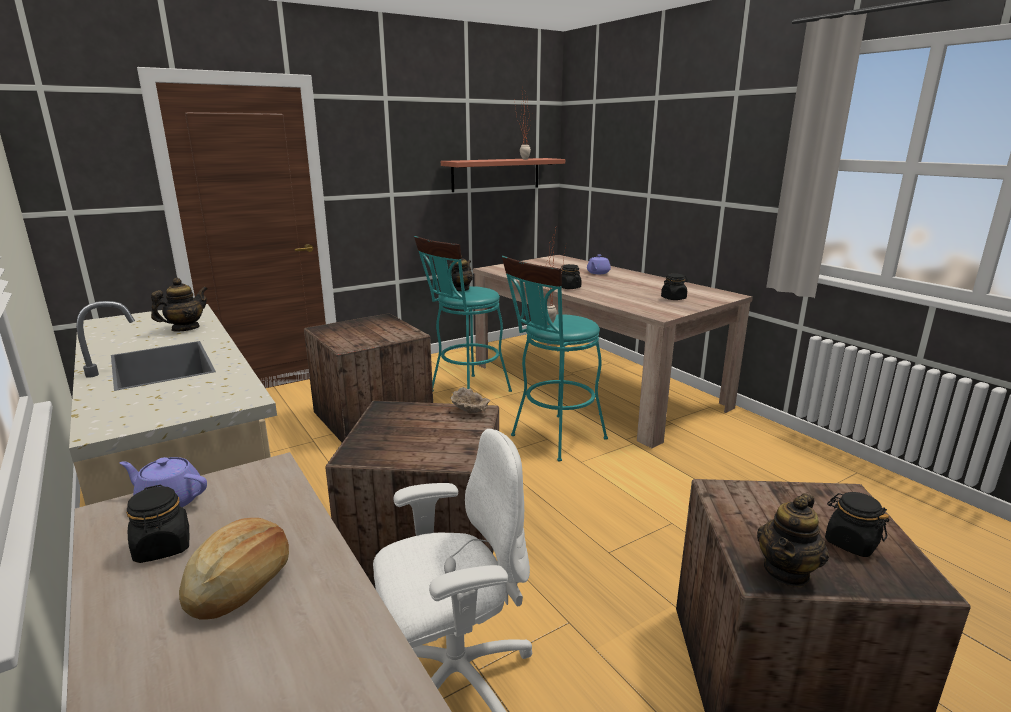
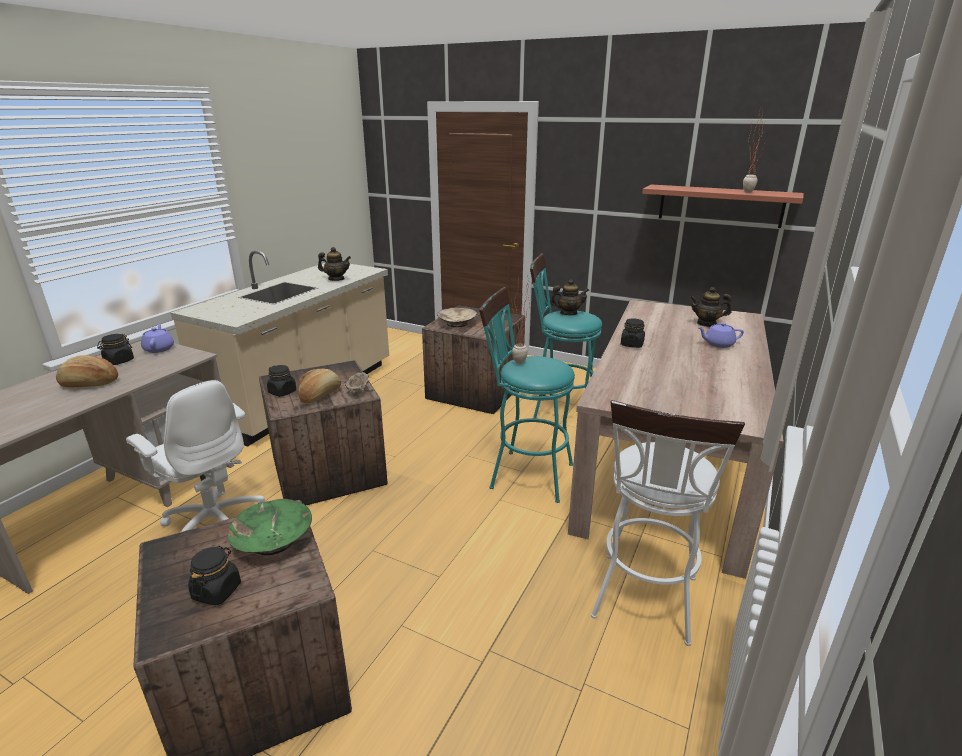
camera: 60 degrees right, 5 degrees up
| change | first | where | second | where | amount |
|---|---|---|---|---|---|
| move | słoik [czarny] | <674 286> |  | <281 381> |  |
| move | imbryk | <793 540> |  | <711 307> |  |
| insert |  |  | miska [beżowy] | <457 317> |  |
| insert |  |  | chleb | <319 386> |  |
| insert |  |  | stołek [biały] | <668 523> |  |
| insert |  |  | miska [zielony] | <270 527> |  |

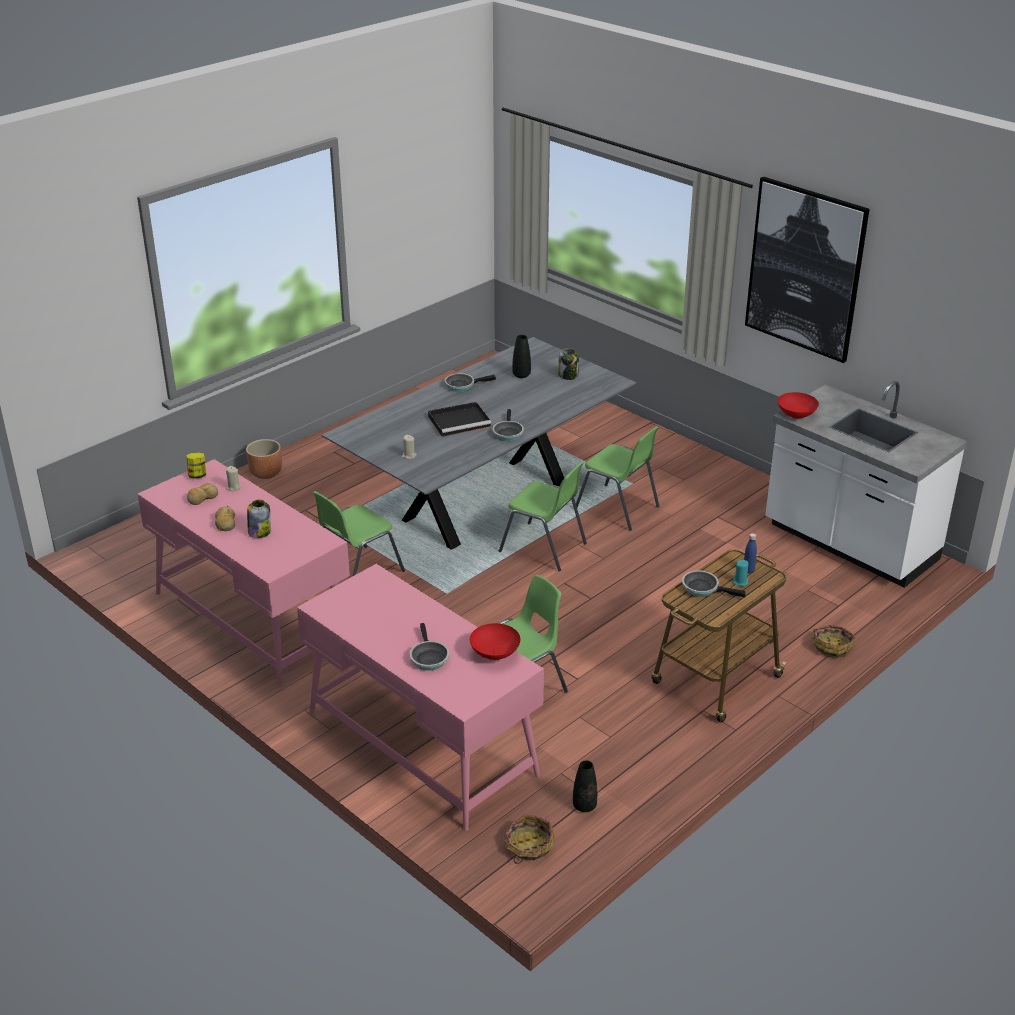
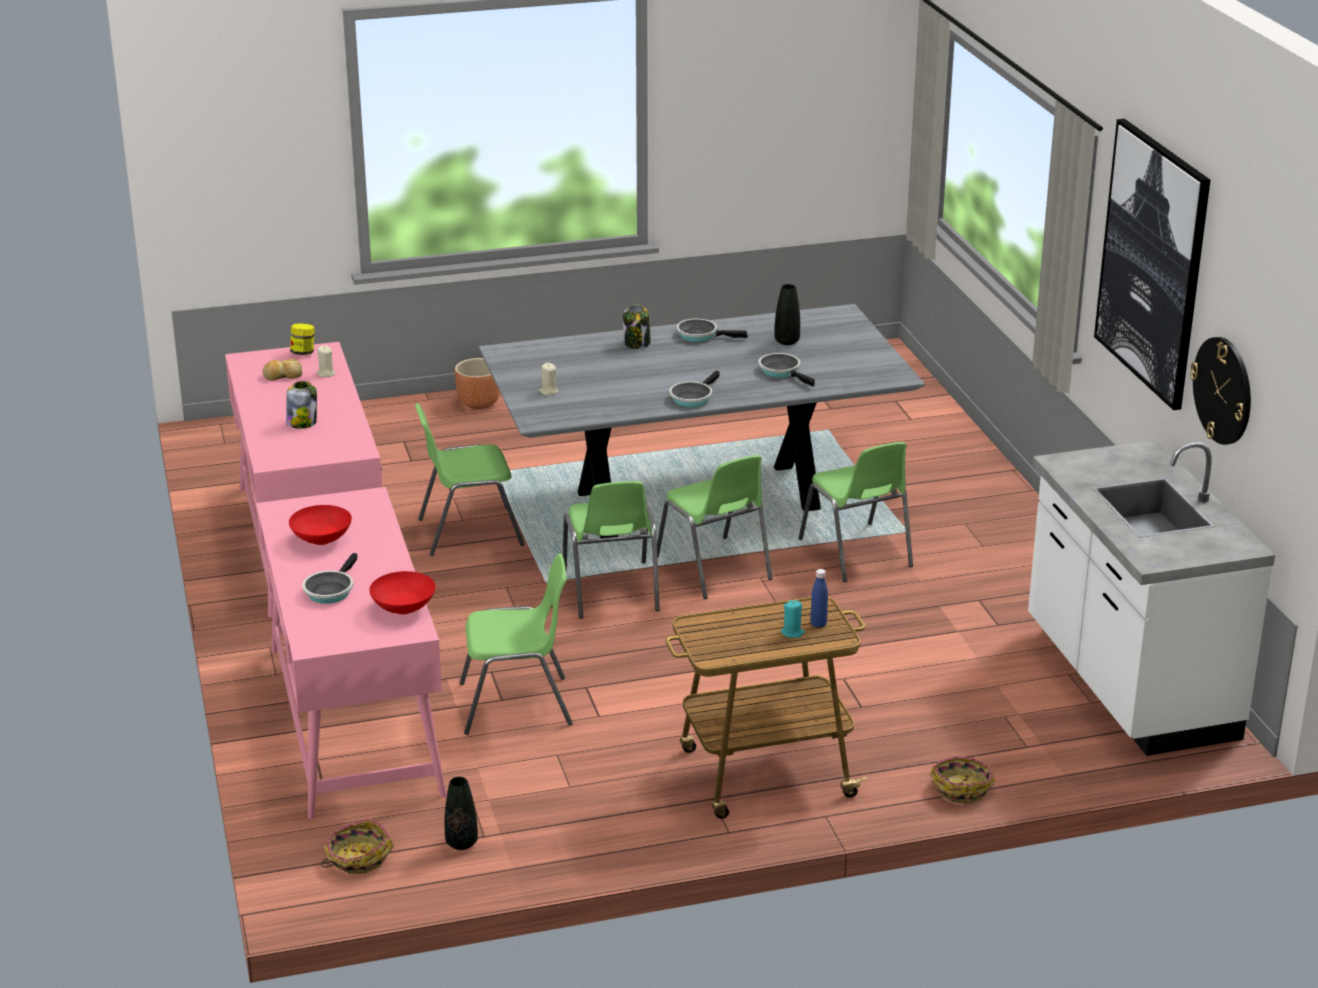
camera: 30 degrees right, 5 degrees down
| change | first | where | second | where | amount |
|---|---|---|---|---|---|
| move | słoik | <568 364> |  | <637 326> |  |
| move | miska [czerwony] | <798 405> |  | <320 525> |  |
| delete | taca [czarny] | <459 419> |  |  |  |
| delete | chleb | <225 518> |  |  |  |
| move | patelnia | <714 583> |  | <786 370> |  |
| insert |  |  | zegar ścienny | <1220 391> |  |
| insert |  |  | krzesło [zielony] | <611 550> |  |

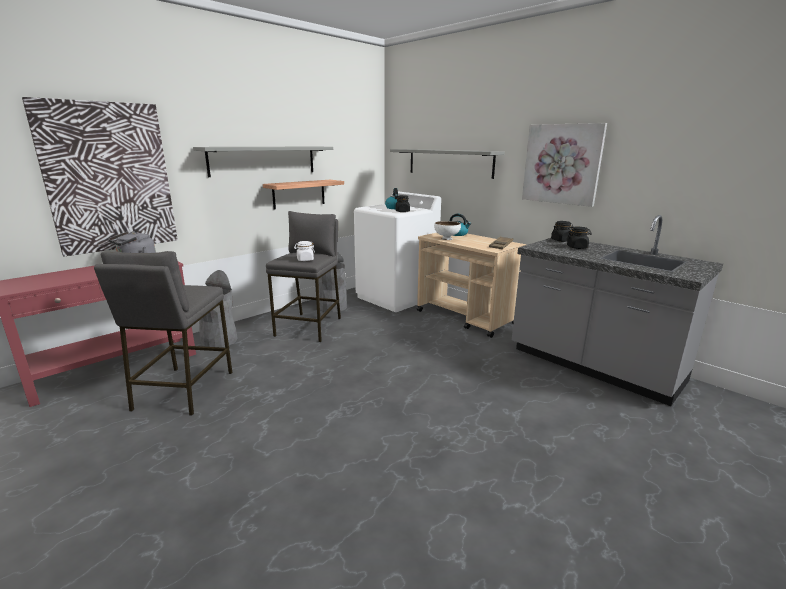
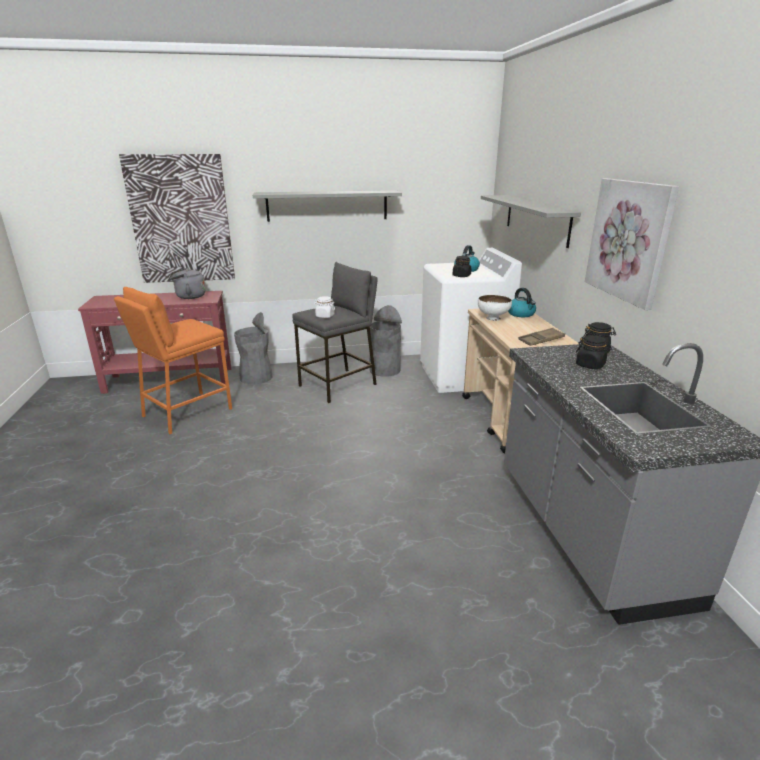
camera: 35 degrees right, 5 degrees up
| change | first | where | second | where | amount |
|---|---|---|---|---|---|
| delete | półka | <303 194> |  |  |  |
| recolor | stołek [szary] | <163 333> | stołek [pomarańczowy] | <173 360> |  |

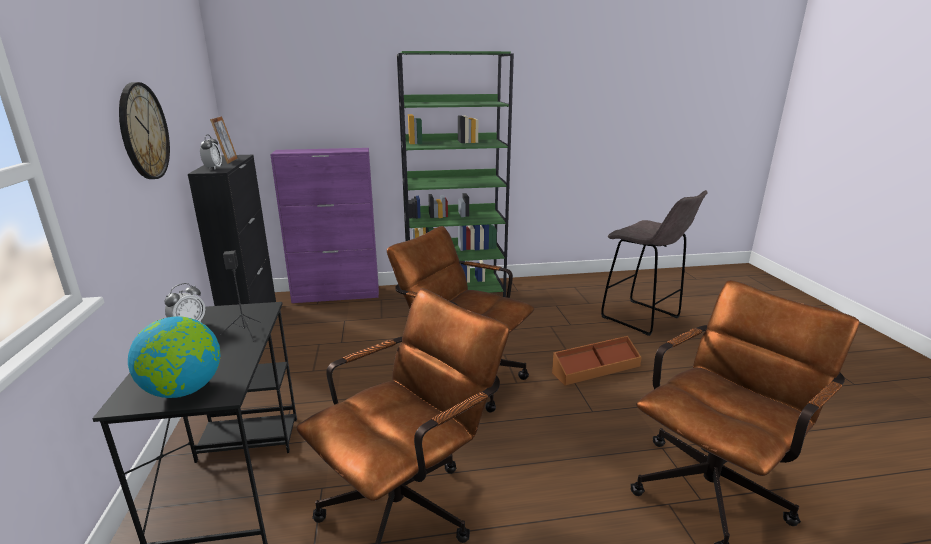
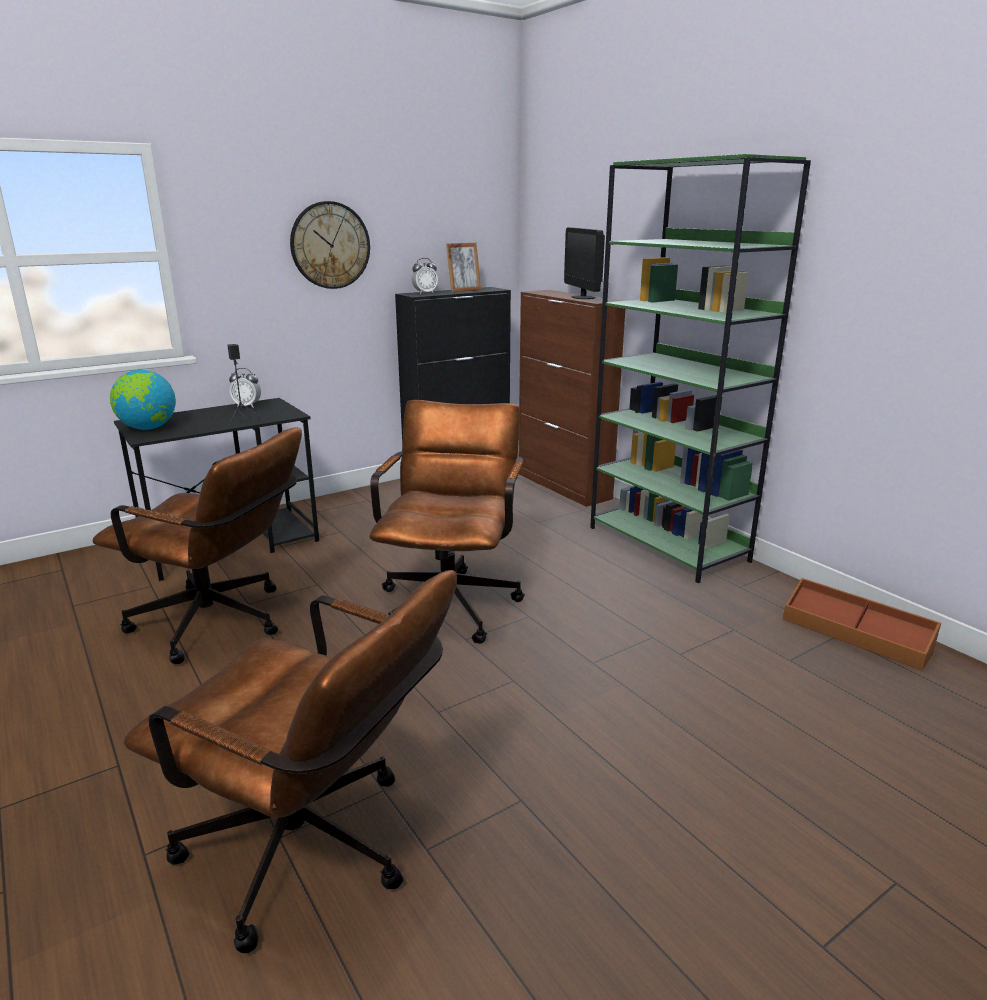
camera: 65 degrees right, 0 degrees up
| change | first | where | second | where | amount |
|---|---|---|---|---|---|
| recolor | szafka [fioletowy] | <324 225> | szafka [brązowy] | <572 398> |  |
| delete | stołek [szary] | <654 263> |  |  |  |
| move | pojemnik do przechowywania [brązowy] | <597 361> |  | <862 624> |  |
| insert |  |  | monitor | <584 263> |  |

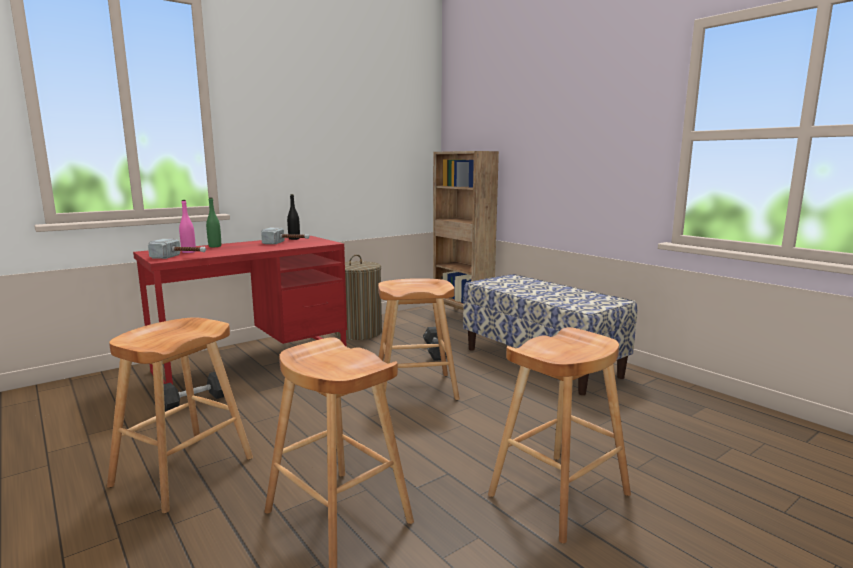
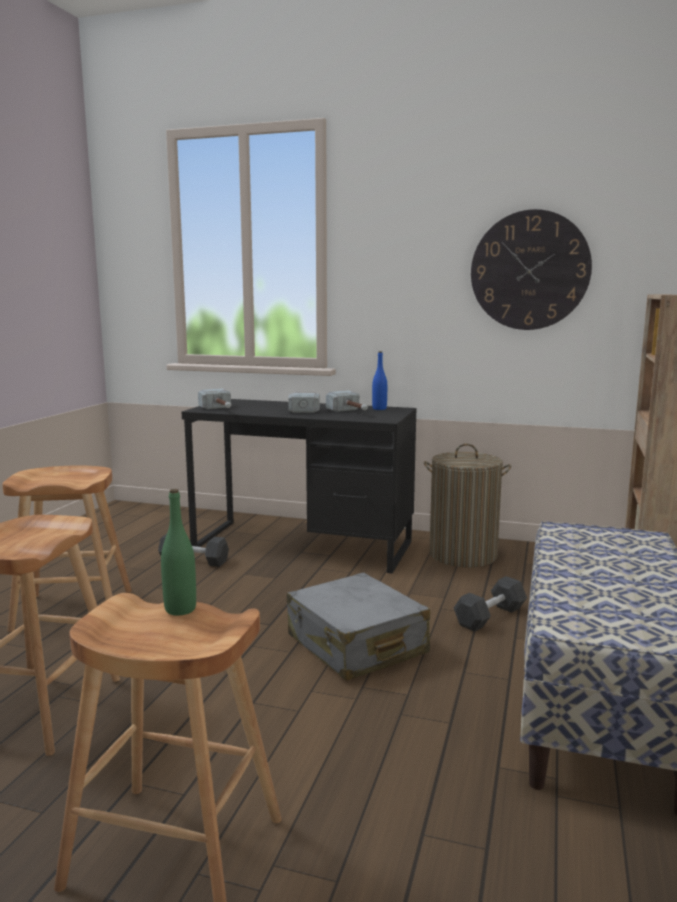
camera: 55 degrees right, 0 degrees up
| change | first | where | second | where | amount |
|---|---|---|---|---|---|
| recolor | butelka [czarny] | <293 217> | butelka [niebieski] | <379 380> |  |
| move | butelka [zielony] | <213 222> |  | <178 552> |  |
| delete | butelka [różowy] | <187 226> |  |  |  |
| recolor | biurko [czerwony] | <240 310> | biurko [czarny] | <299 486> |  |
| replace | stołek [brązowy] | <419 339> | walizka [szary] | <358 626> |  |
| insert |  |  | zegar ścienny | <531 269> |  |
| insert |  |  | młotek | <304 402> |  |

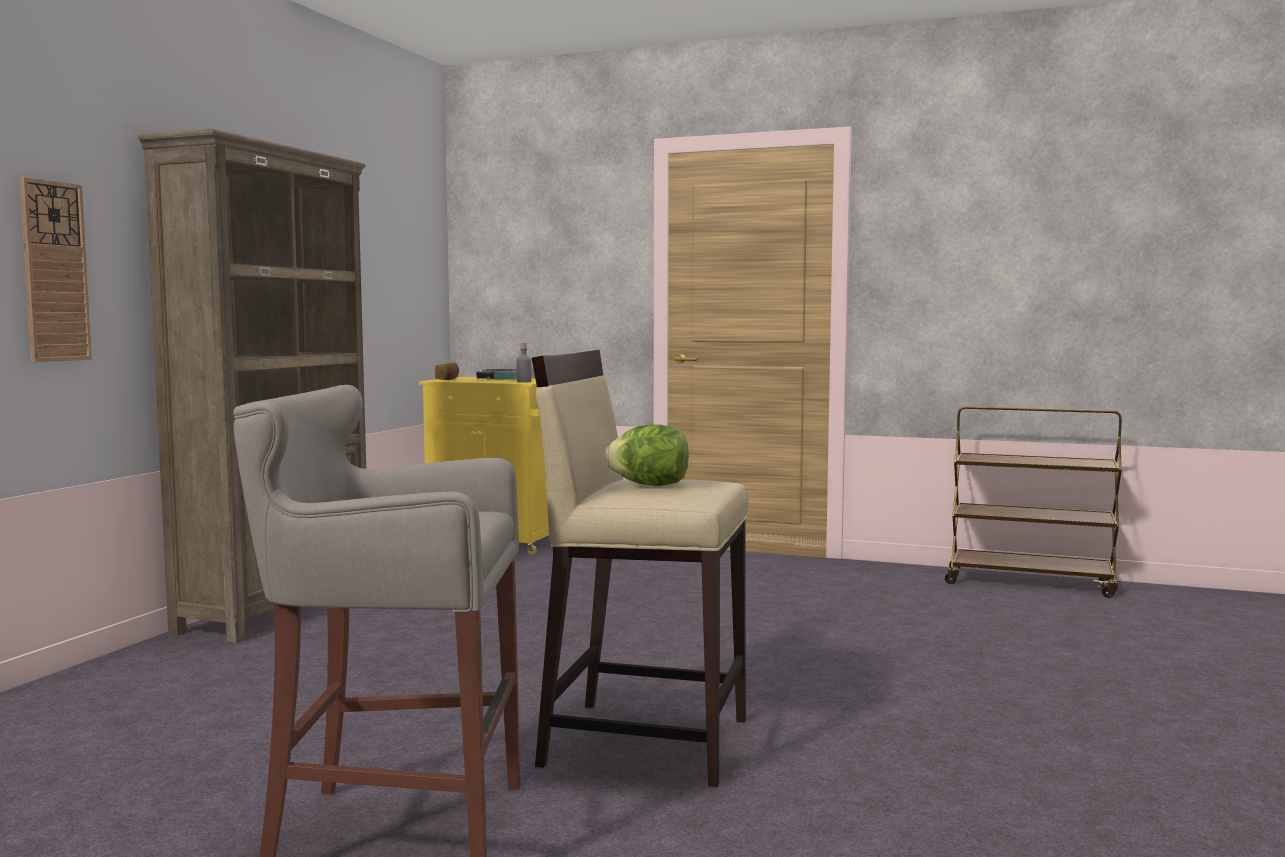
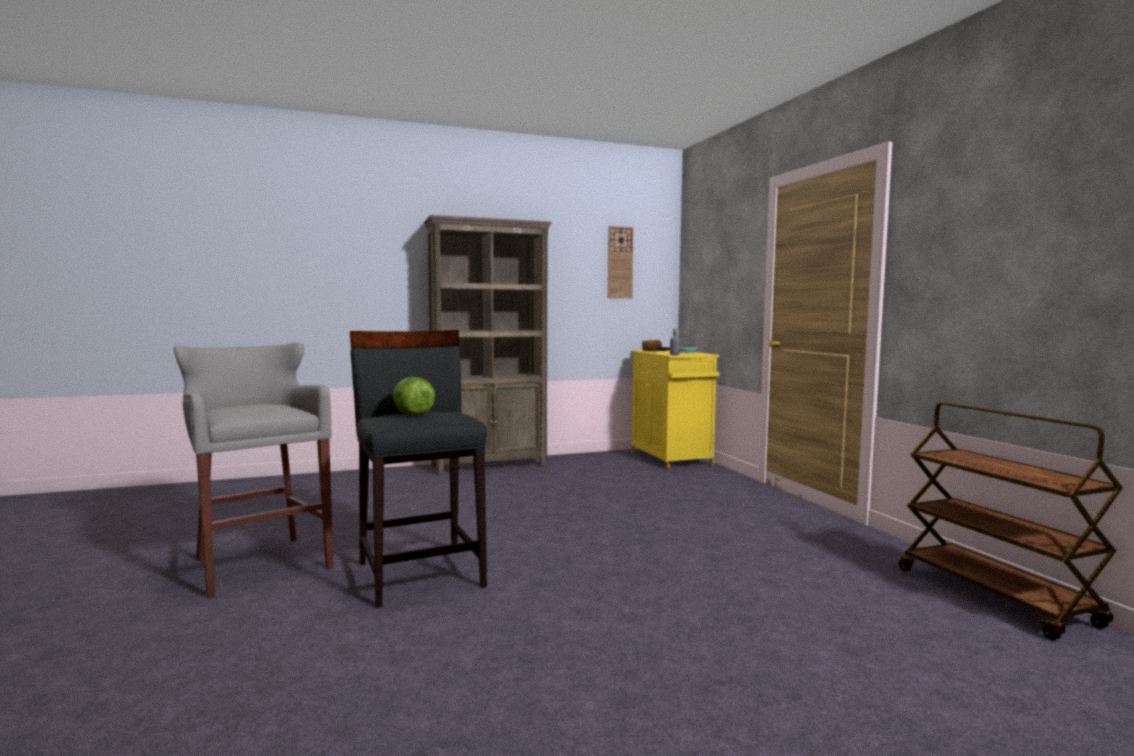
camera: 50 degrees right, 0 degrees up
| change | first | where | second | where | amount |
|---|---|---|---|---|---|
| move | zegar ścienny | <56 269> |  | <621 262> |  |
| recolor | stołek [beżowy] | <640 569> | stołek [czarny] | <418 469> |  |

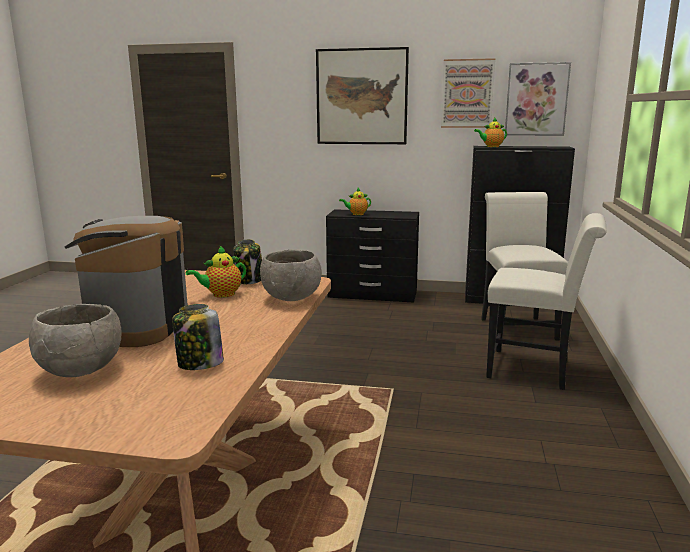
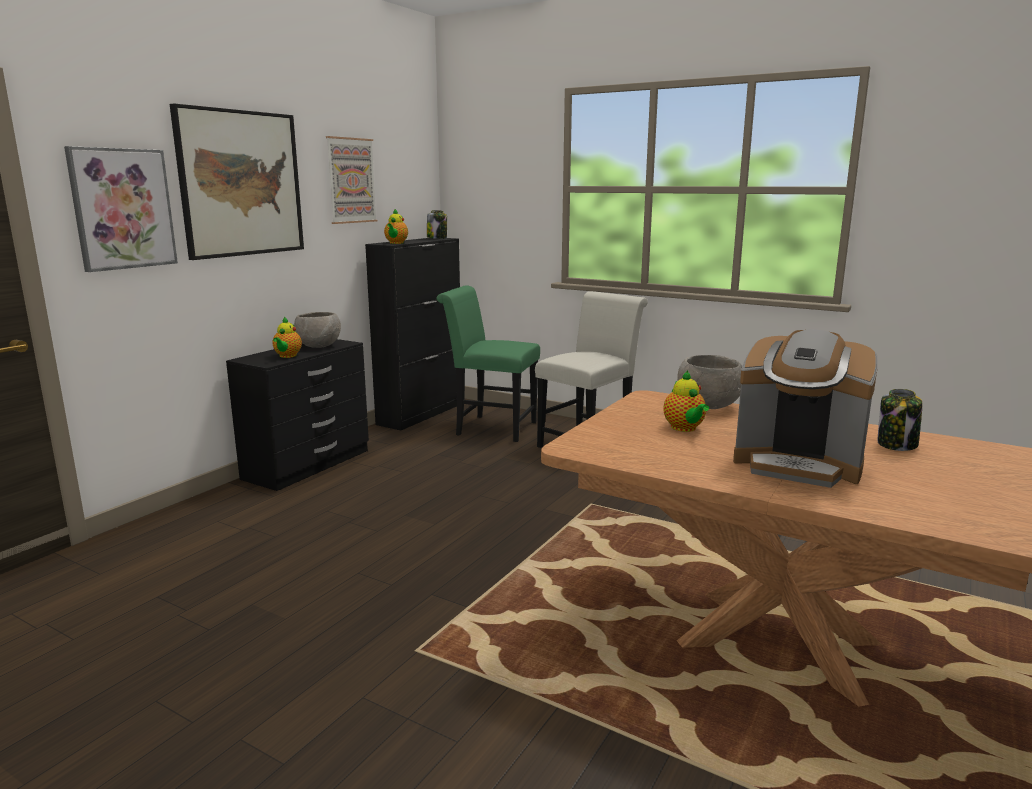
camera: 70 degrees left, 0 degrees up
| change | first | where | second | where | amount |
|---|---|---|---|---|---|
| move | obraz | <538 99> |  | <121 209> |  |
| recolor | krzesło [biały] | <524 266> | krzesło [zielony] | <488 364> |  |
| move | słoik | <247 261> |  | <437 224> |  |
| move | miska [szary] | <75 340> |  | <317 330> |  |

